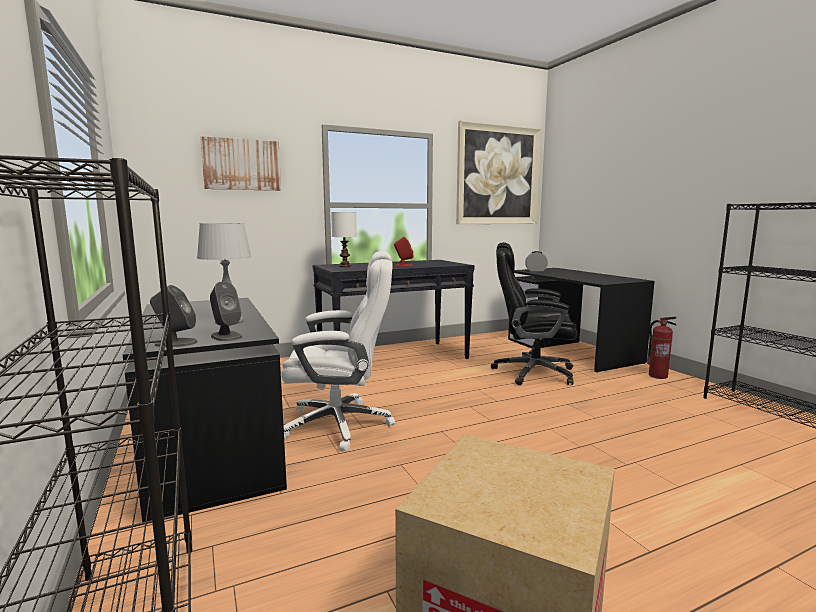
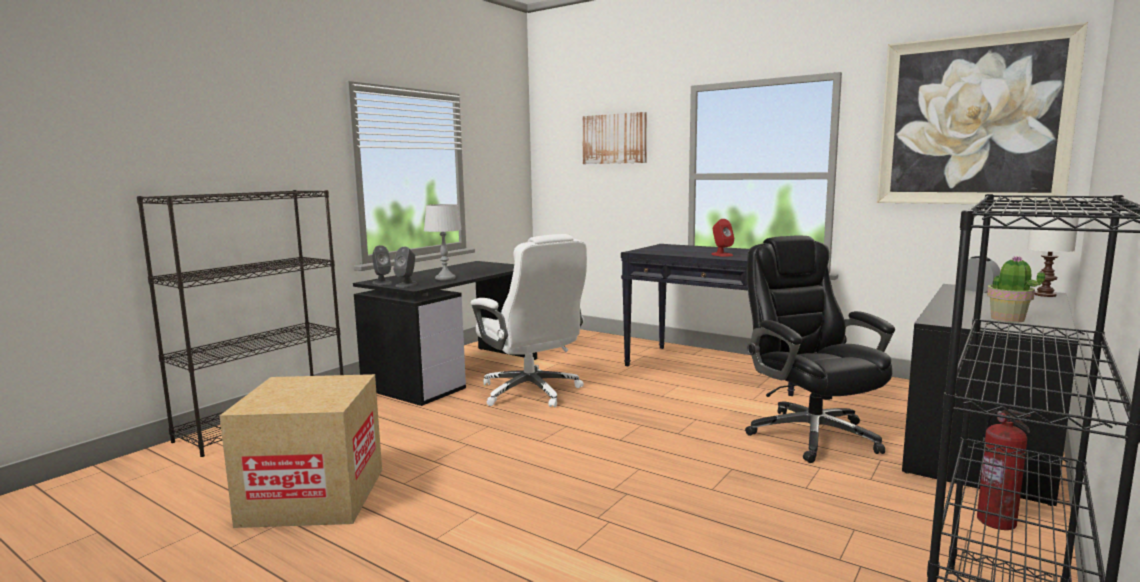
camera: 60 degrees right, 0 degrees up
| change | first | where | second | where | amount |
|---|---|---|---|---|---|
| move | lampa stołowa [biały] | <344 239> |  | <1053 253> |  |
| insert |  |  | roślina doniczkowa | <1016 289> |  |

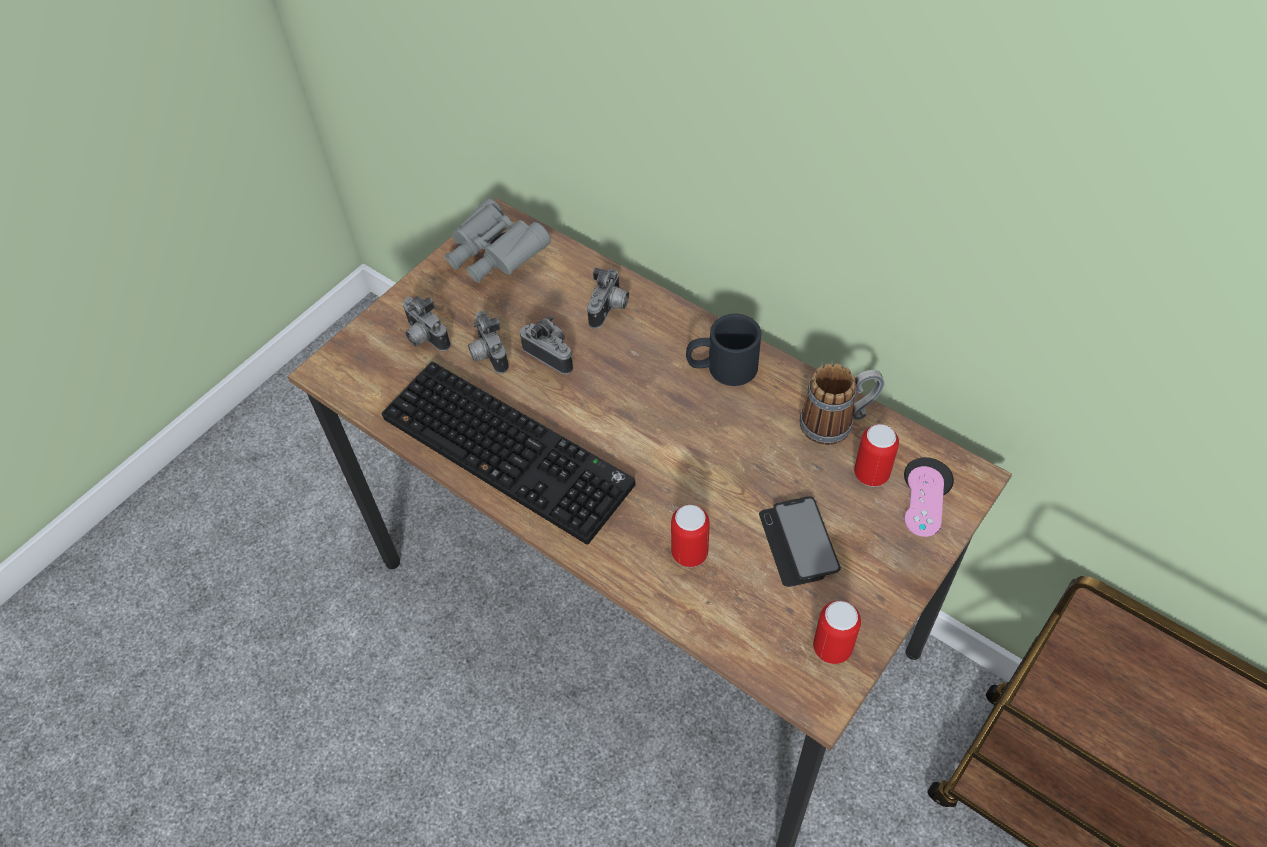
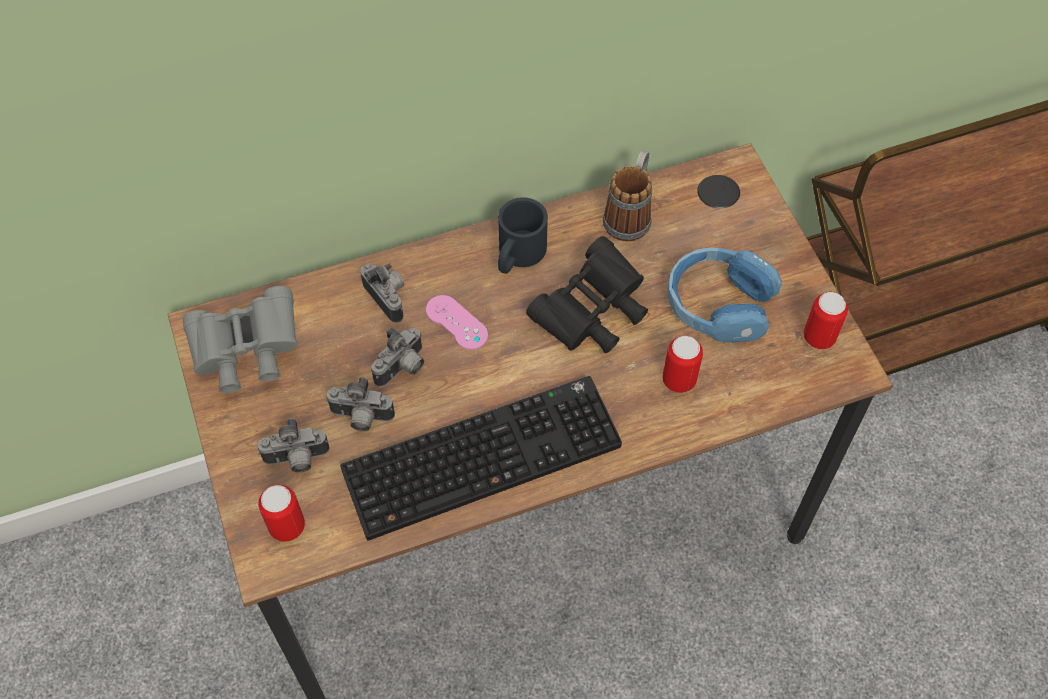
camera: 60 degrees left, 5 degrees up
| change | first | where | second | where | amount |
|---|---|---|---|---|---|
| rotate | aparat fotograficzny | <546 345> |  | <397 357> | 150 degrees clockwise |
| move | puszka | <876 455> |  | <281 513> |  |
| move | pad do gier [różowy] | <924 501> |  | <457 322> |  |
| replace | telefon | <800 541> | słuchawki [niebieski] | <725 295> |  |
| insert |  |  | lornetka [czarny] | <587 294> |  |

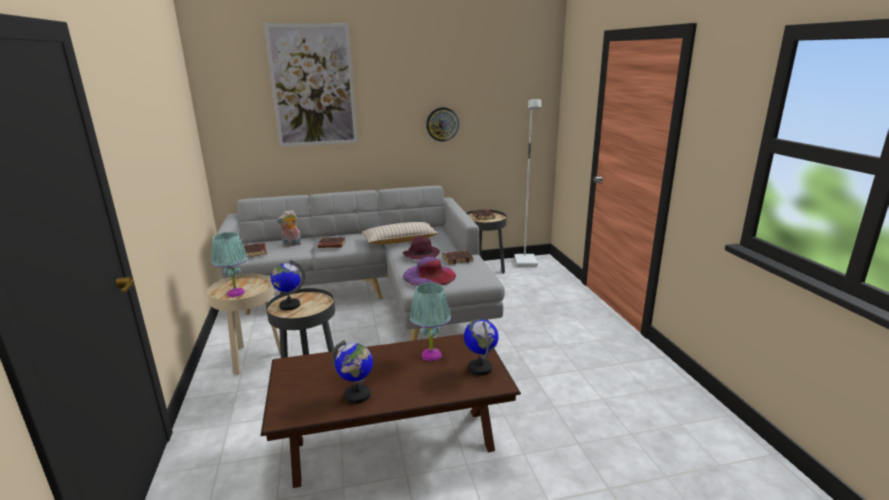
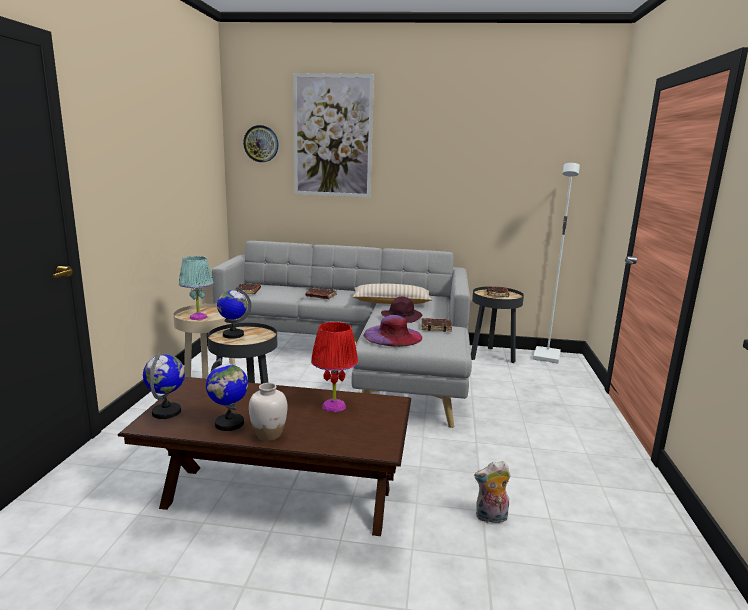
camera: 20 degrees right, 5 degrees down
| change | first | where | second | where | amount |
|---|---|---|---|---|---|
| move | zegar ścienny | <442 124> |  | <261 143> |  |
| move | pluszak | <289 228> |  | <492 492> |  |
| recolor | lampa stołowa [turkusowy] | <430 322> | lampa stołowa [czerwony] | <334 367> |  |
| move | globus | <481 347> |  | <164 386> |  |
| insert |  |  | wazon [biały] | <268 412> |  |

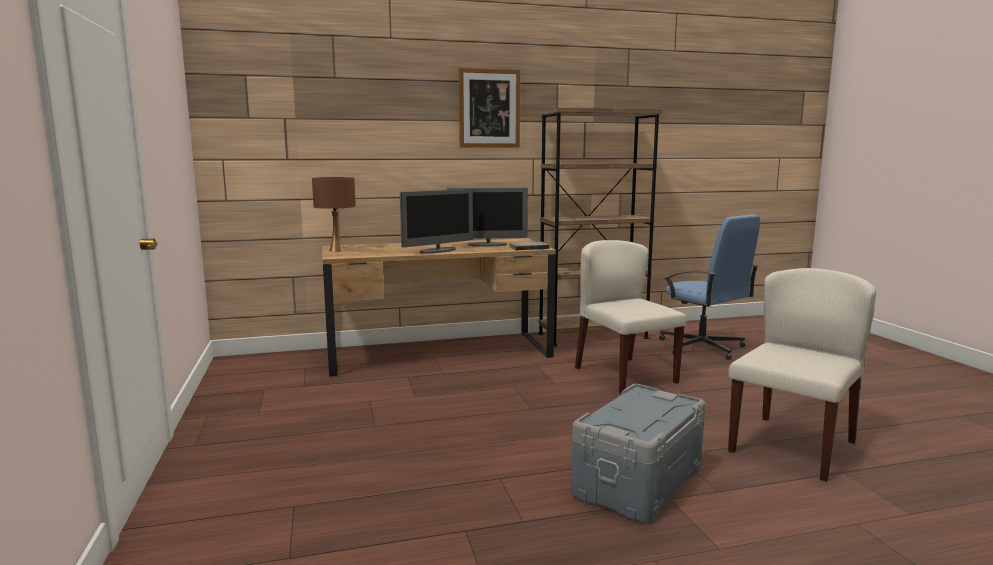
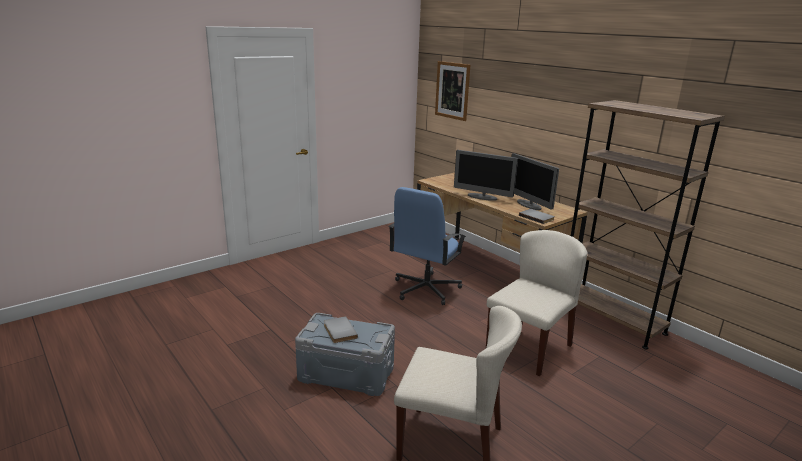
camera: 65 degrees right, 10 degrees up
| change | first | where | second | where | amount |
|---|---|---|---|---|---|
| move | obraz | <489 108> |  | <452 91> |  |
| delete | lampa stołowa [brązowy] | <334 214> |  |  |  |
| move | krzesło biurowe [niebieski] | <709 287> |  | <427 246> |  |
| insert |  |  | książka [szary] | <341 329> |  |

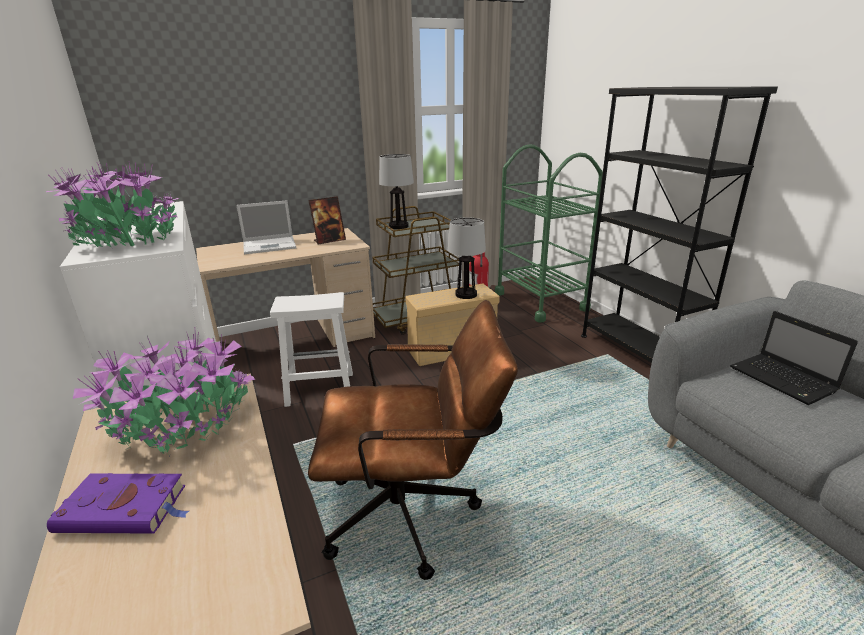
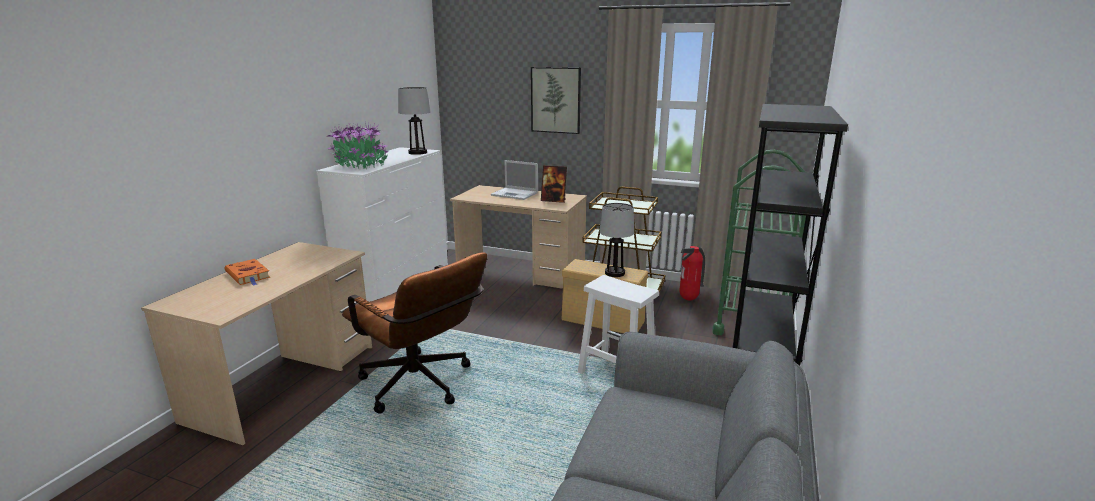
camera: 45 degrees right, 5 degrees down
| change | first | where | second | where | amount |
|---|---|---|---|---|---|
| move | lampa stołowa | <396 191> |  | <414 121> |  |
| move | stołek [biały] | <311 349> |  | <618 324> |  |
| delete | laptop | <794 358> |  |  |  |
| delete | roślina doniczkowa | <164 395> |  |  |  |
| recolor | książka [fioletowy] | <118 503> | książka [pomarańczowy] | <247 272> |  |
| insert |  |  | obraz | <556 100> |  |

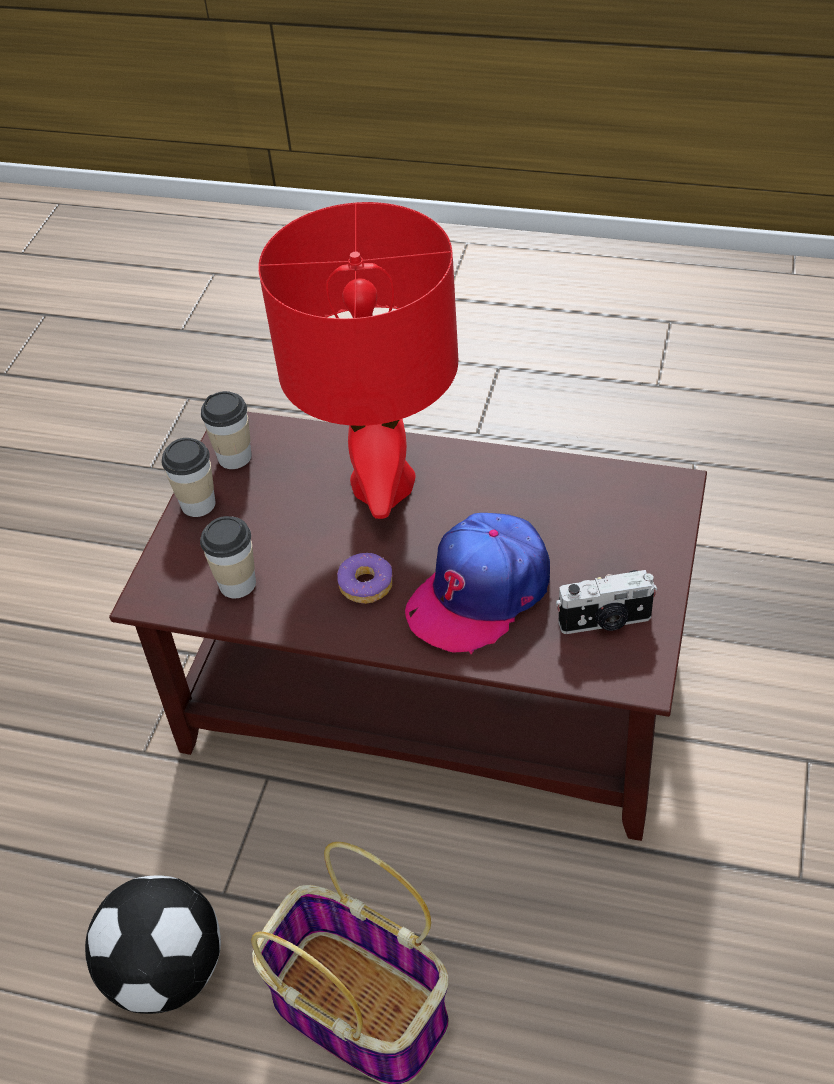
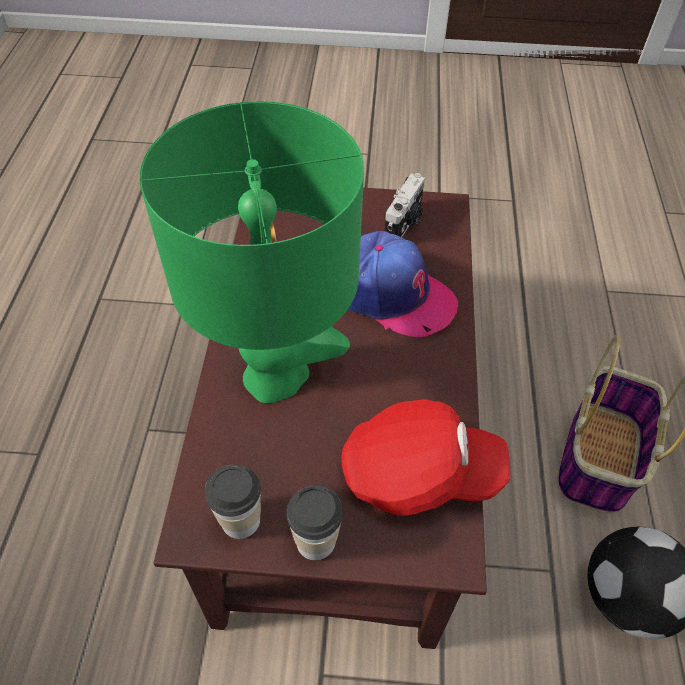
camera: 105 degrees left, 5 degrees up
| change | first | where | second | where | amount |
|---|---|---|---|---|---|
| recolor | lampa stołowa [czerwony] | <358 360> | lampa stołowa [zielony] | <251 252> |  |
| replace | filiżanka | <228 557> | czapka z daszkiem [czerwony] | <426 457> |  |
| delete | donut | <364 578> |  |  |  |
| rotate | aparat fotograficzny | <606 602> |  | <405 205> | 45 degrees clockwise |

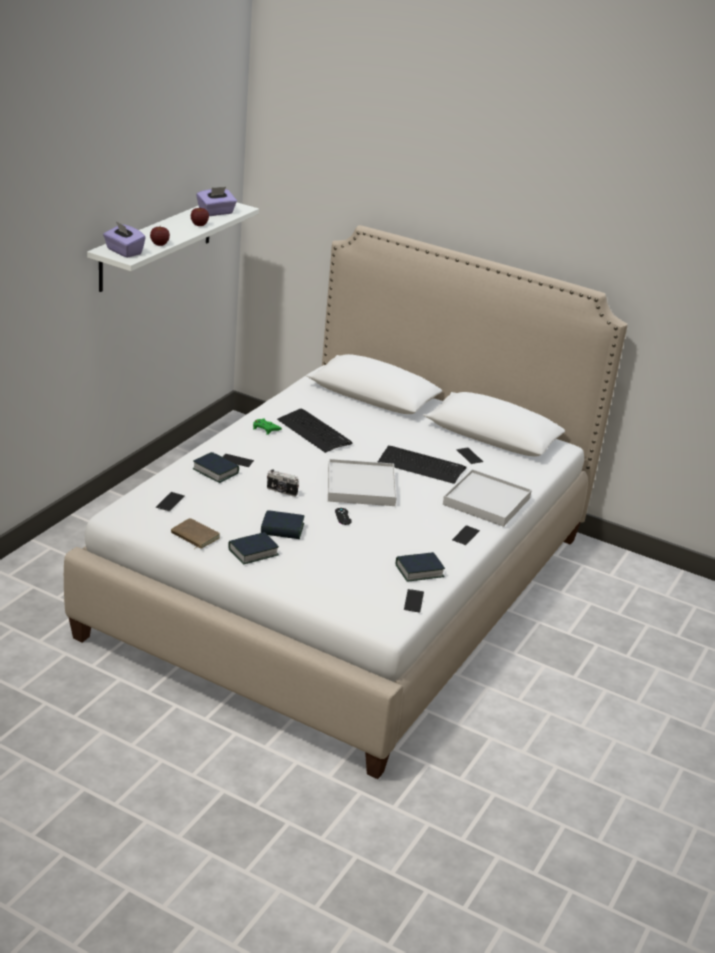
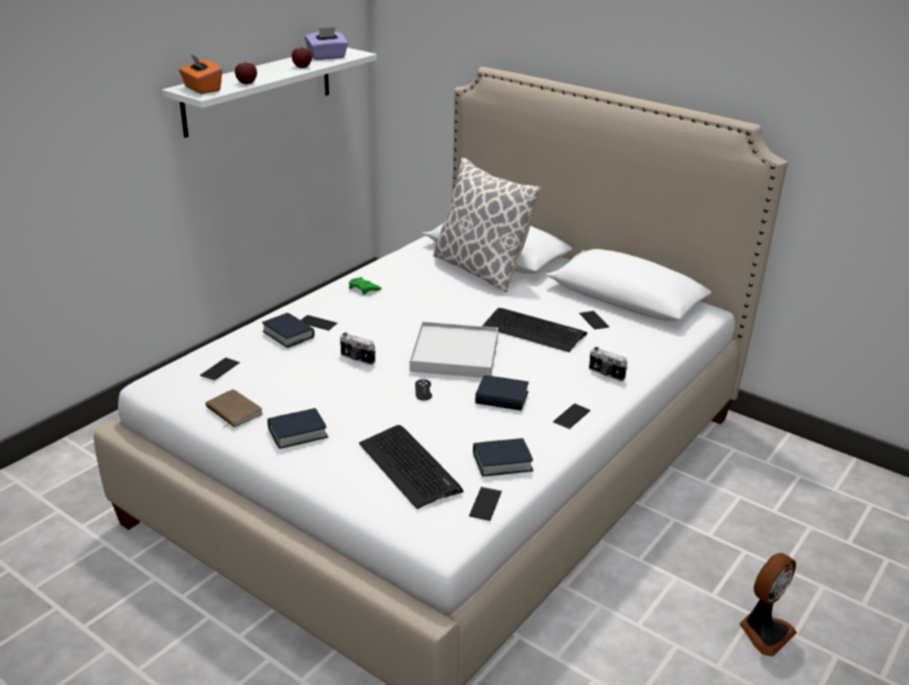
camera: 10 degrees right, 0 degrees up
| change | first | where | second | where | amount |
|---|---|---|---|---|---|
| recolor | pudełko chusteczek [fioletowy] | <124 239> | pudełko chusteczek [pomarańczowy] | <200 73> |  |
| move | klawiatura | <315 431> |  | <411 467> |  |
| replace | taca [biały] | <487 498> | aparat fotograficzny | <608 364> |  |
| move | książka | <283 524> |  | <502 393> |  |
| insert |  |  | poduszka | <487 225> |  |
| insert |  |  | wentylator | <768 605> |  |

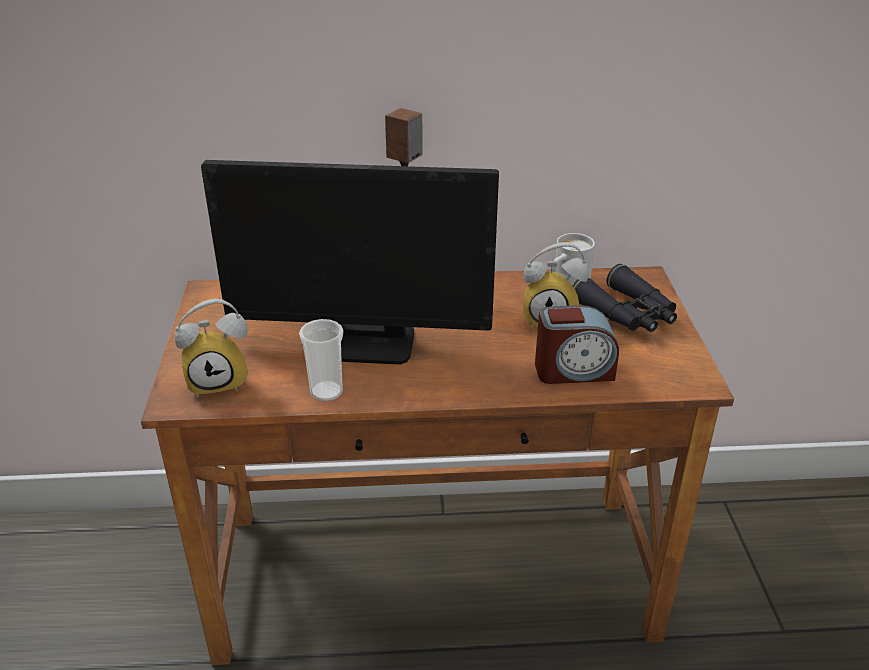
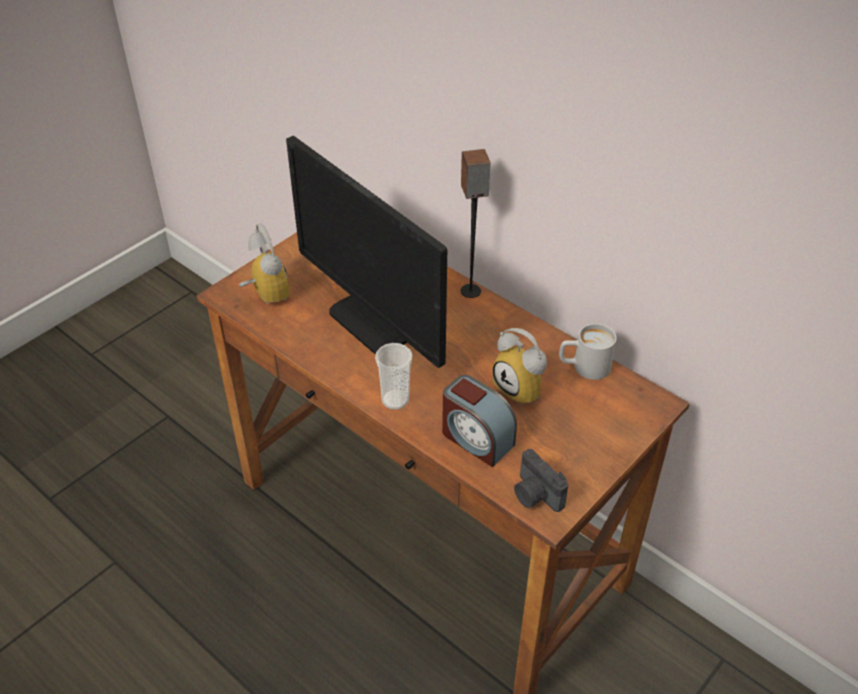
camera: 45 degrees right, 10 degrees up
| change | first | where | second | where | amount |
|---|---|---|---|---|---|
| delete | lornetka [czarny] | <625 298> |  |  |  |
| rotate | budzik | <211 348> |  | <264 264> | 150 degrees counterclockwise |
| move | filiżanka | <321 360> |  | <394 376> |  |
| insert |  |  | aparat fotograficzny | <541 480> |  |

